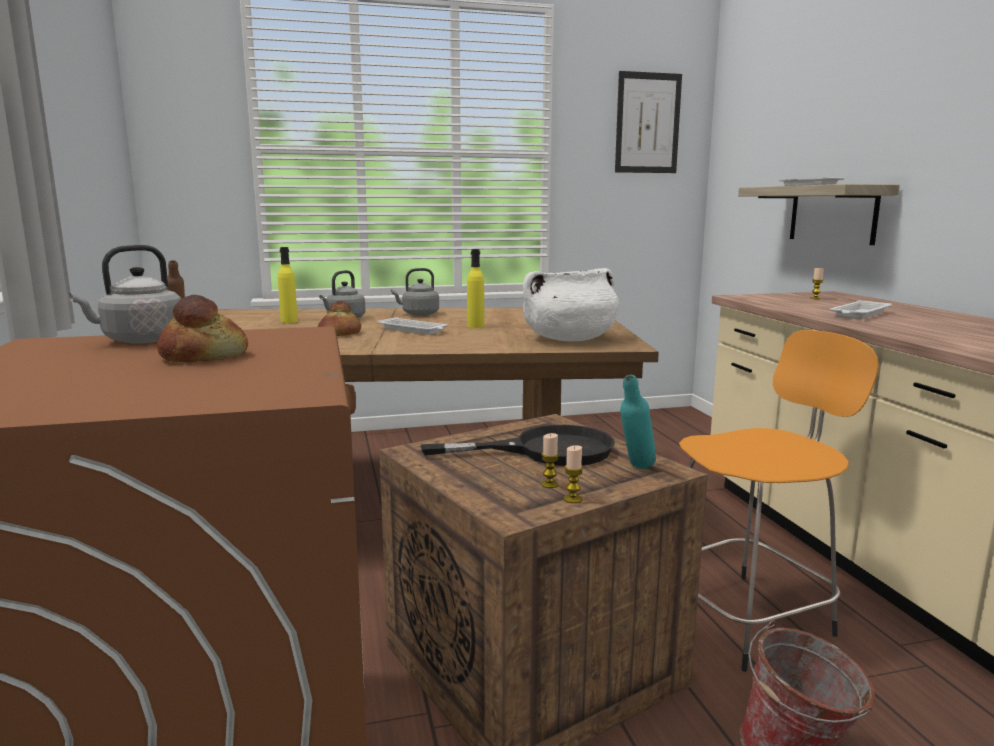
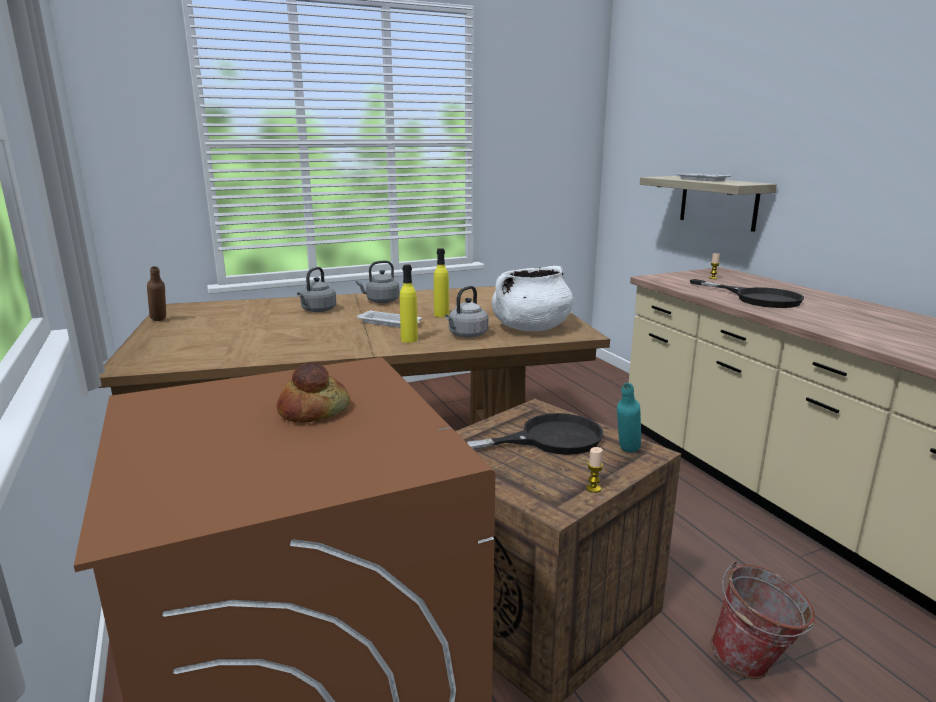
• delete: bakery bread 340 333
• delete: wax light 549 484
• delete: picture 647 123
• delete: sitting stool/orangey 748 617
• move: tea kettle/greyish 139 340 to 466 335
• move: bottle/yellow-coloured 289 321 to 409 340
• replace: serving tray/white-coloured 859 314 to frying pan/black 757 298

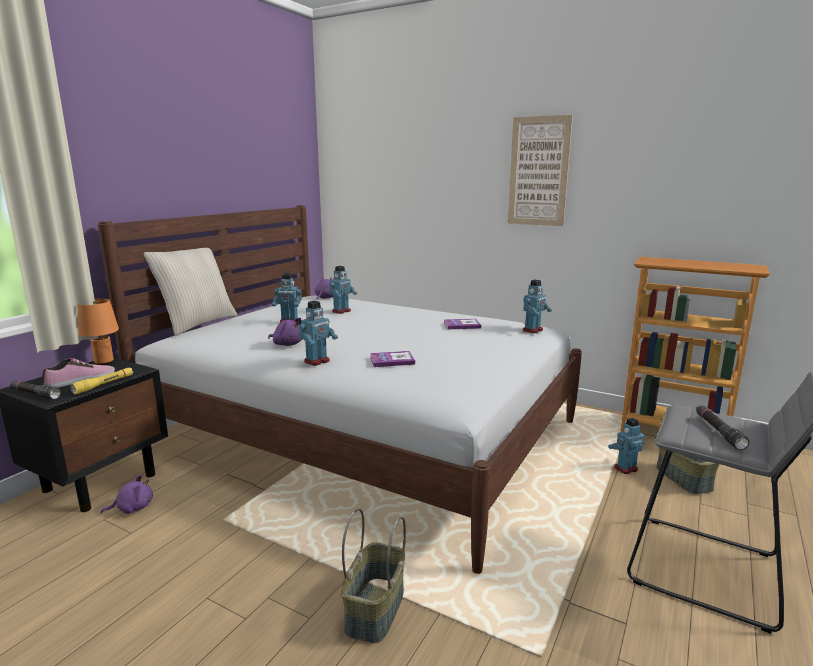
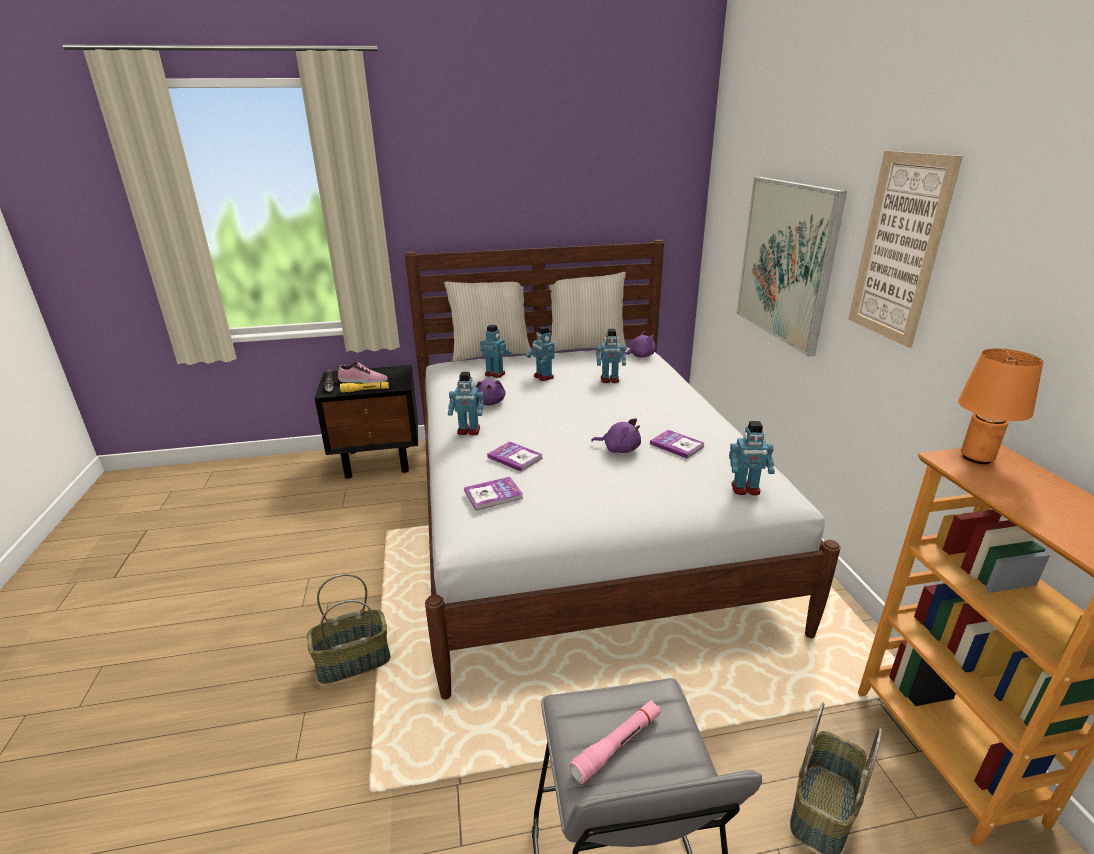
• insert: volume 493 495
• insert: pillow/sand-coloured 586 347
• insert: picture 786 261
• move: lamp for a table/orangey 104 362 to 977 458
• move: soft toy/purplish 132 508 to 619 449
• move: toy robot 625 468 to 495 374
• recolor: flashlight/black 718 432 to flashlight/pink-coloured 617 745

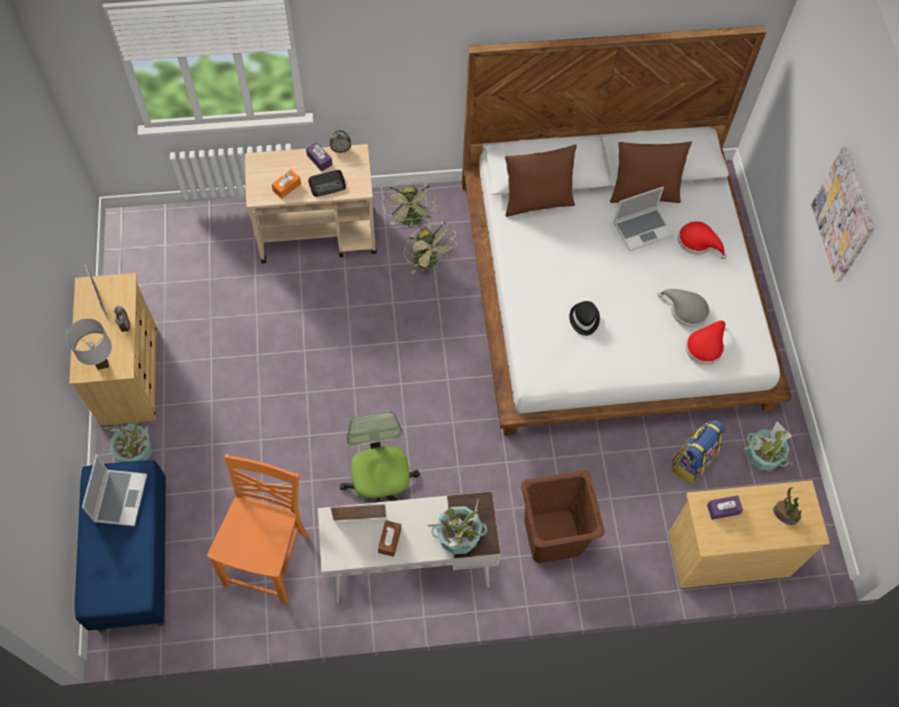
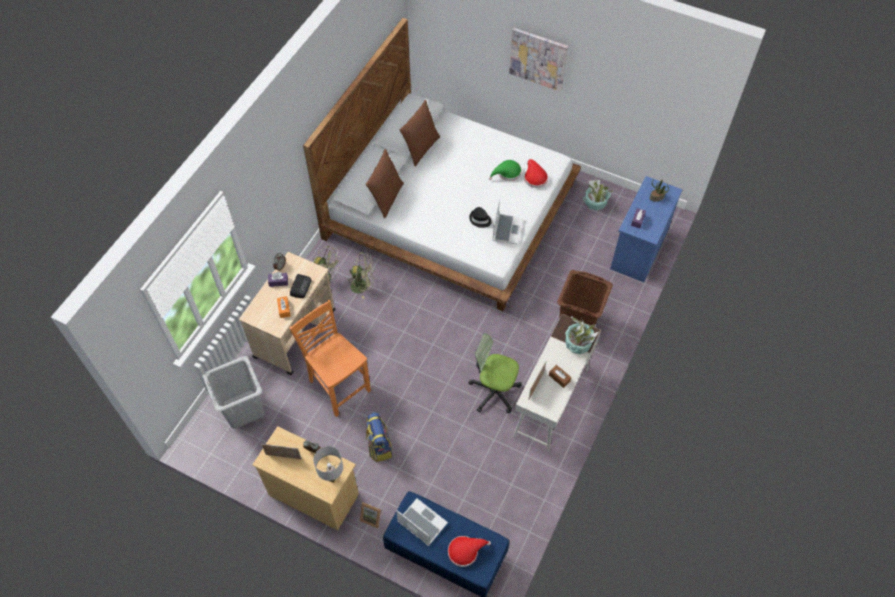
• insert: washing basket/greyish 243 409
• move: upright chair/orangey 270 559 to 338 386
• move: notebook computer 642 229 to 506 229
• move: rucksack 692 461 to 379 446
• move: clothing hat/red-coloured 698 242 to 465 551
• replace: plant in a pot 135 451 to standing frame 372 517
• recolor: clothing hat/greyish 685 310 to clothing hat/green 507 173
• recolor: dresser/sand-coloured 727 554 to dresser/blue 638 250

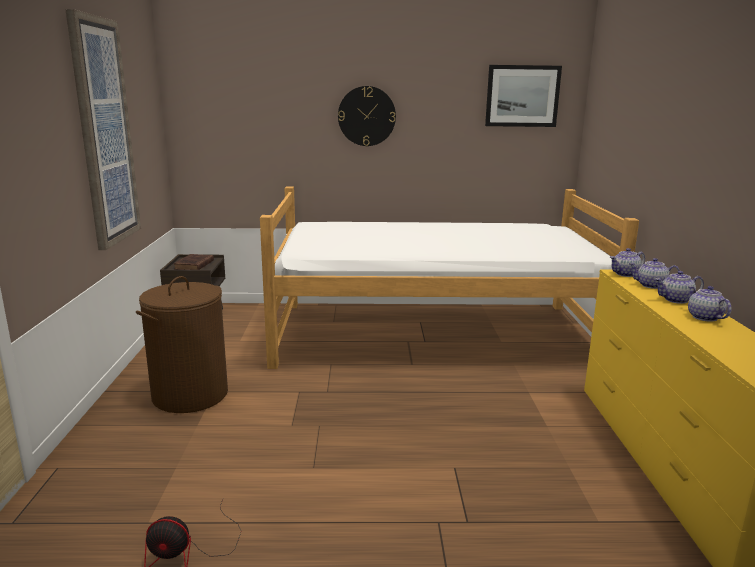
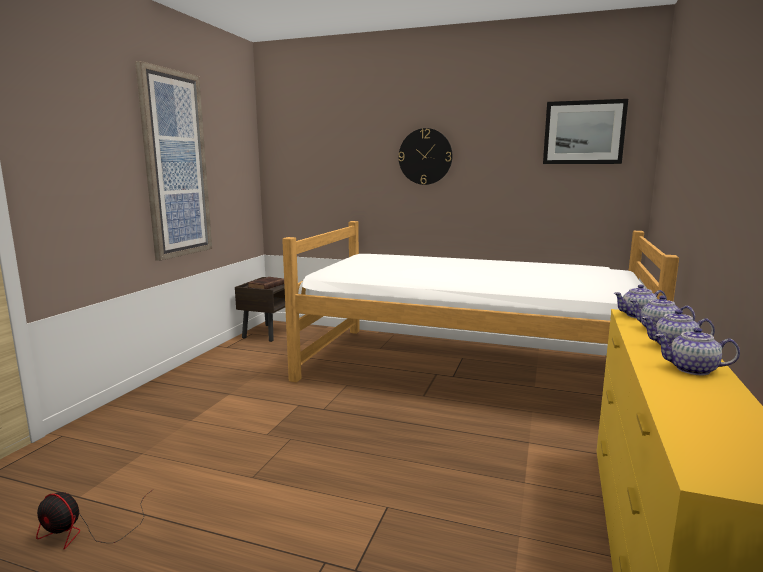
• delete: washing basket/brown 190 395
• rotate: pot for tea 704 317 = 692 369 75 degrees counterclockwise

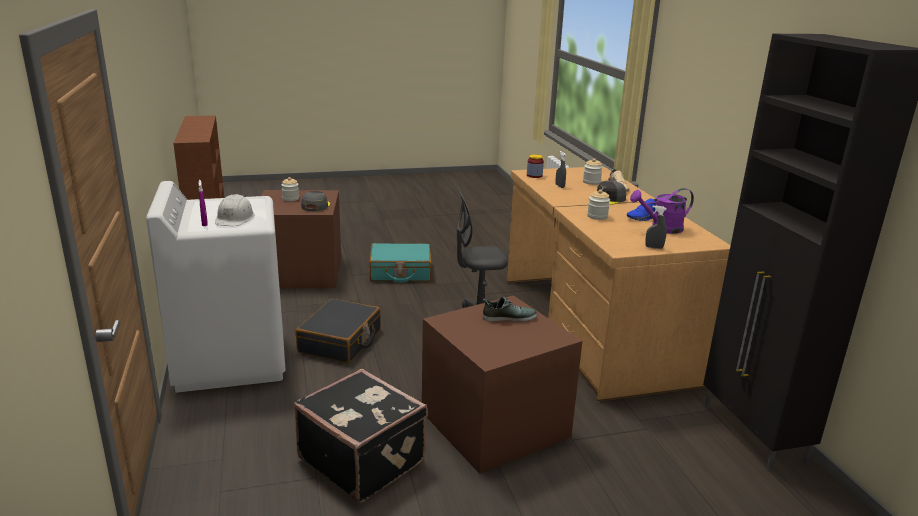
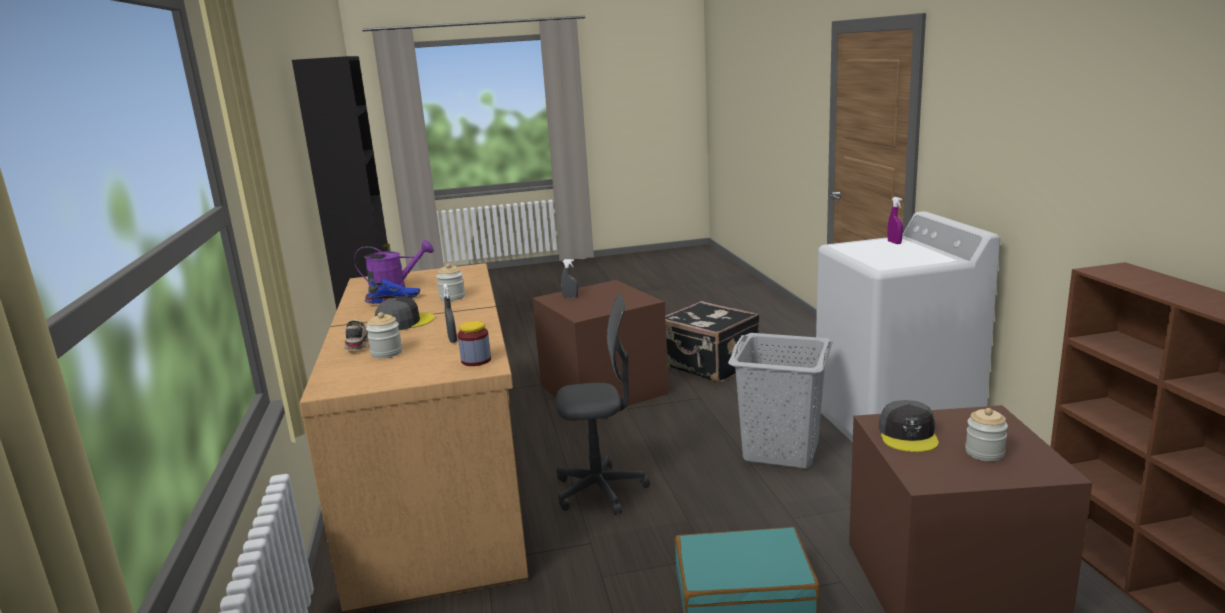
• delete: hard hat/white-coloured 235 218
• delete: item of footwear 509 317
• move: sprayer/greyish 654 247 to 570 297
• replace: piece of luggage/black 340 341 to washing basket/greyish 781 451

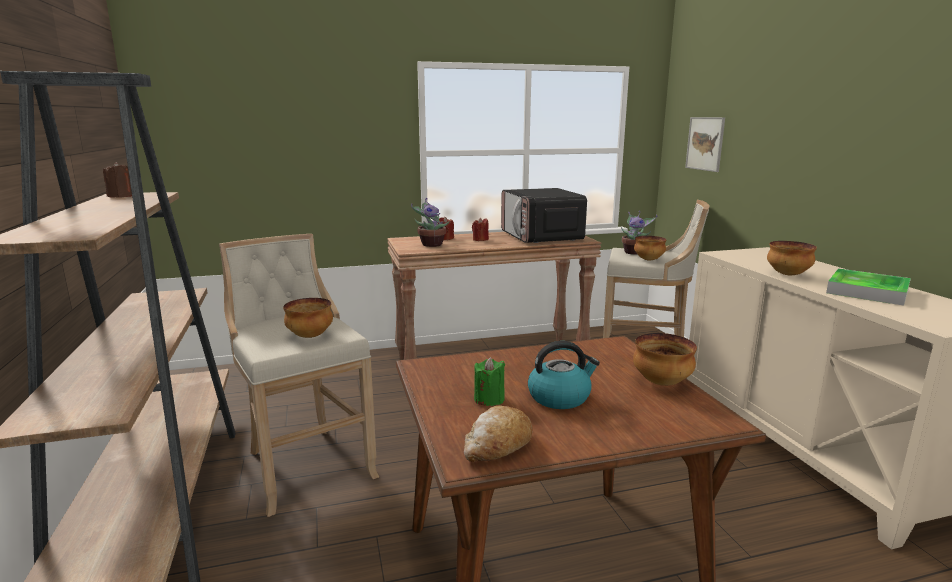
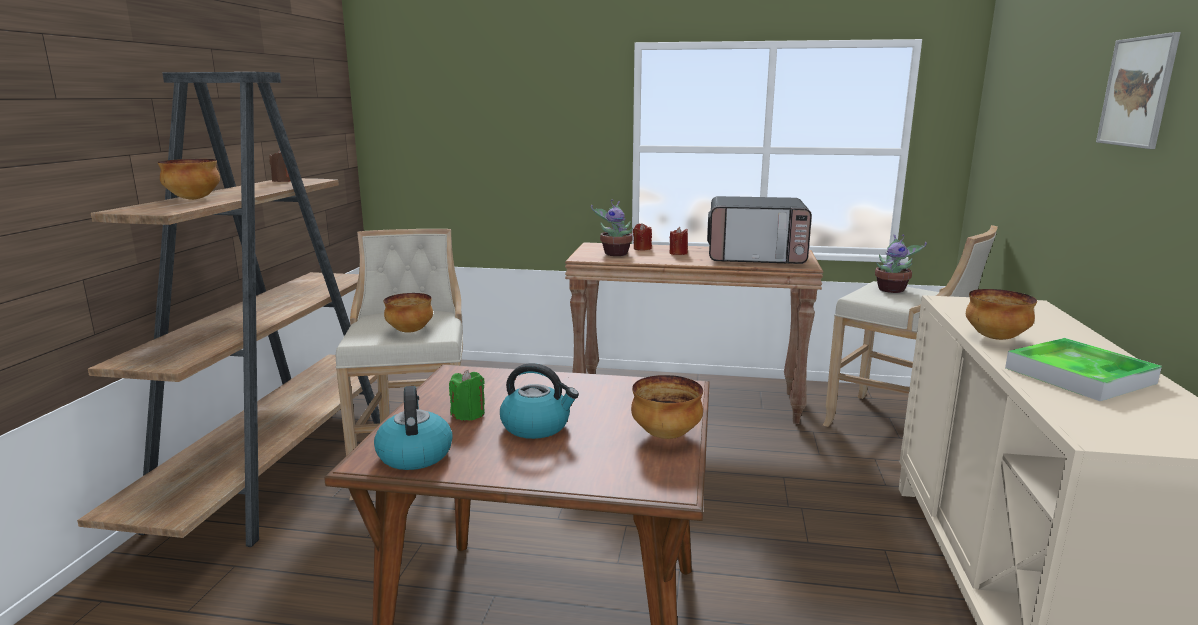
• move: deep dish 648 260 to 194 199
• move: picture 705 143 to 1137 92
• replace: bakery bread 497 446 to tea kettle 414 454
• rotate: microwave oven 541 237 = 756 257 90 degrees counterclockwise

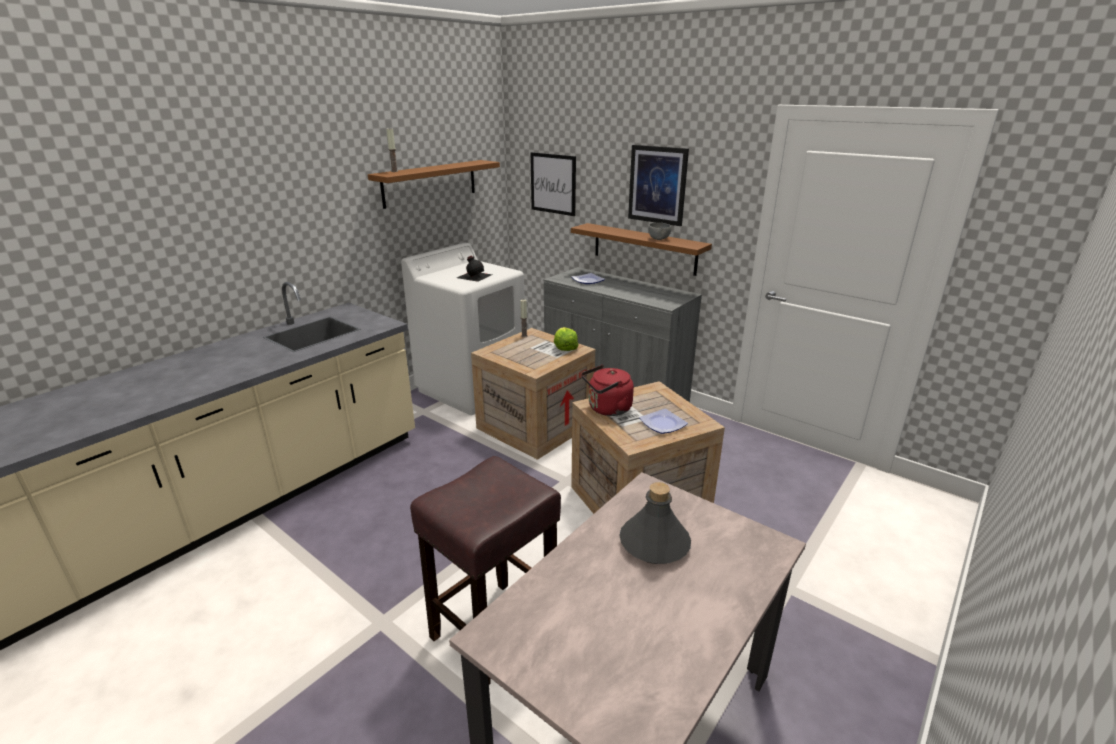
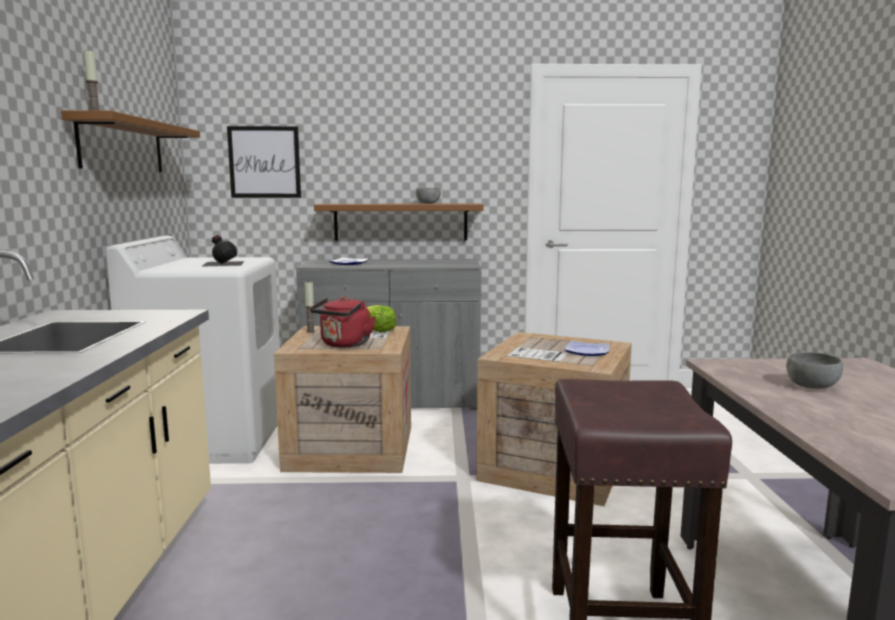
• delete: picture 657 185
• move: tea kettle/red-coloured 607 409 to 344 345
• replace: bottle/greyish 654 544 to deep dish/greyish 811 387

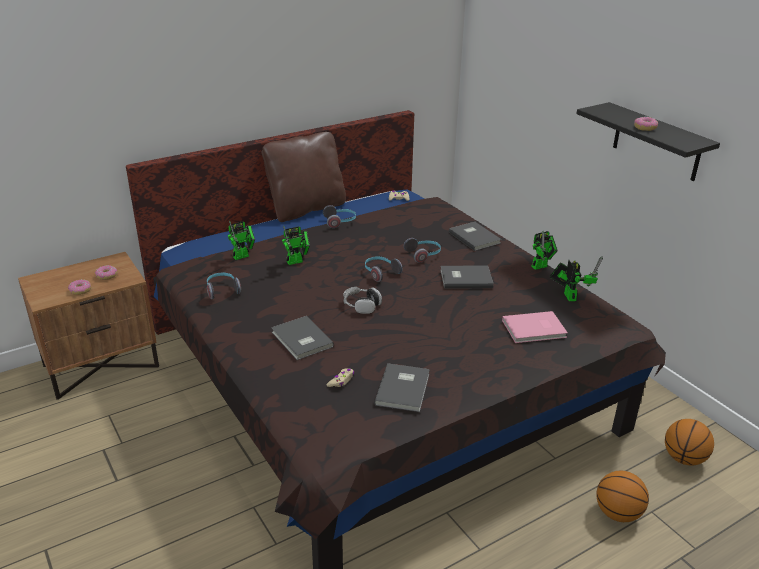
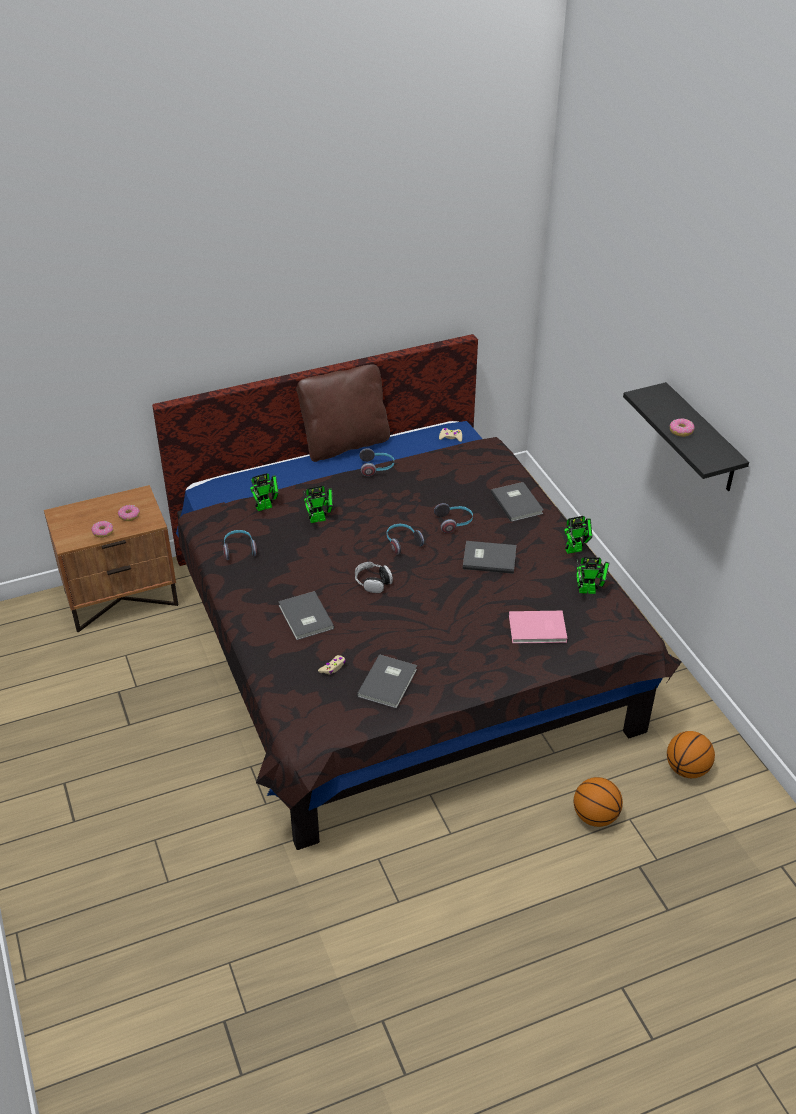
• rotate: toy robot 569 295 = 590 590 90 degrees clockwise

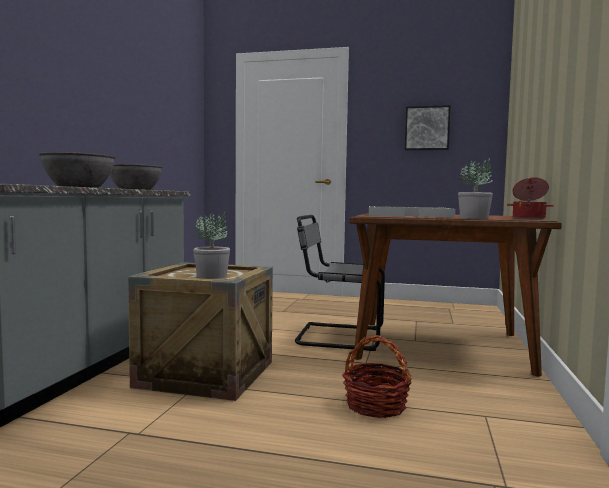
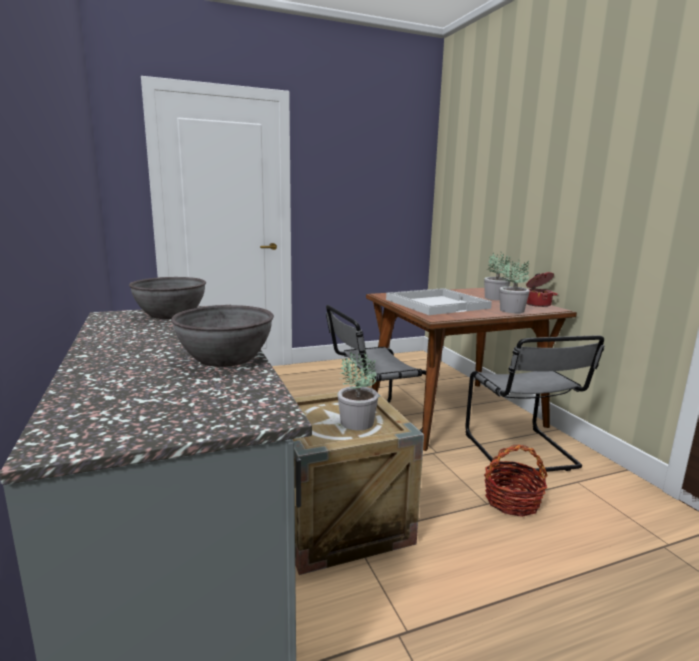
• delete: picture 427 128
• insert: upright chair/greyish 522 452
• insert: plant in a pot 495 298

